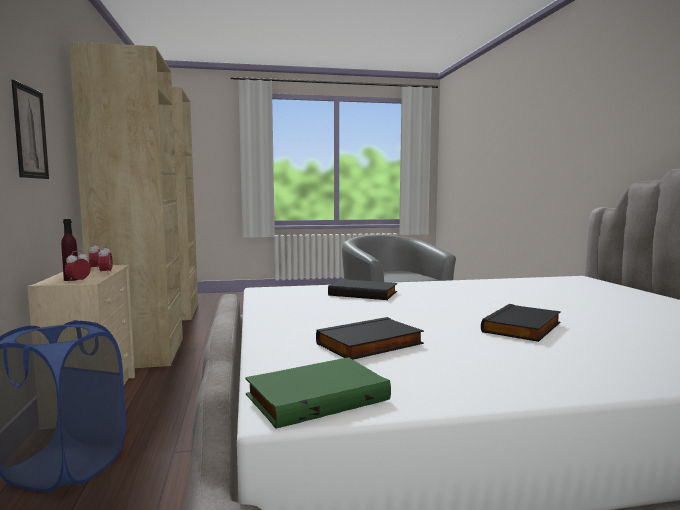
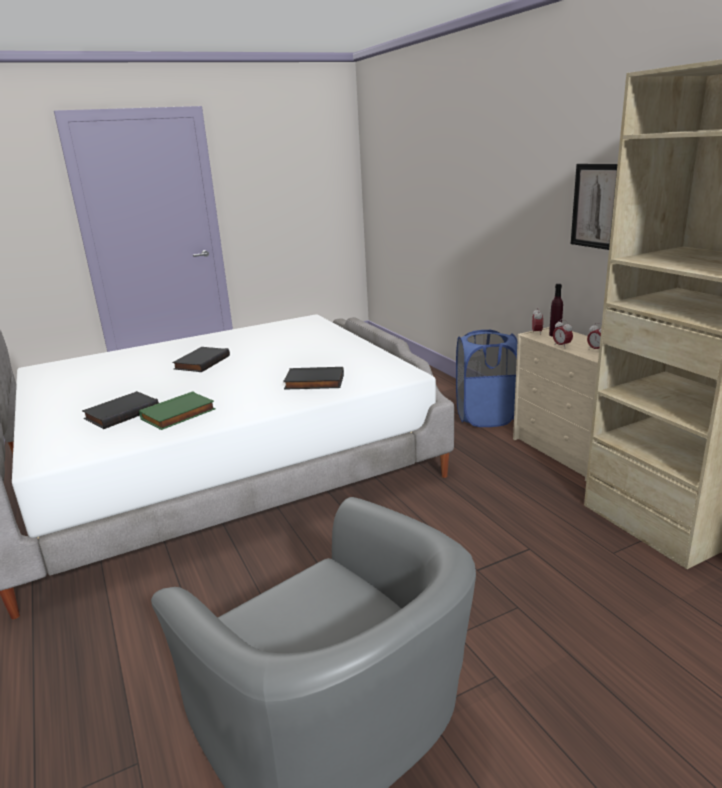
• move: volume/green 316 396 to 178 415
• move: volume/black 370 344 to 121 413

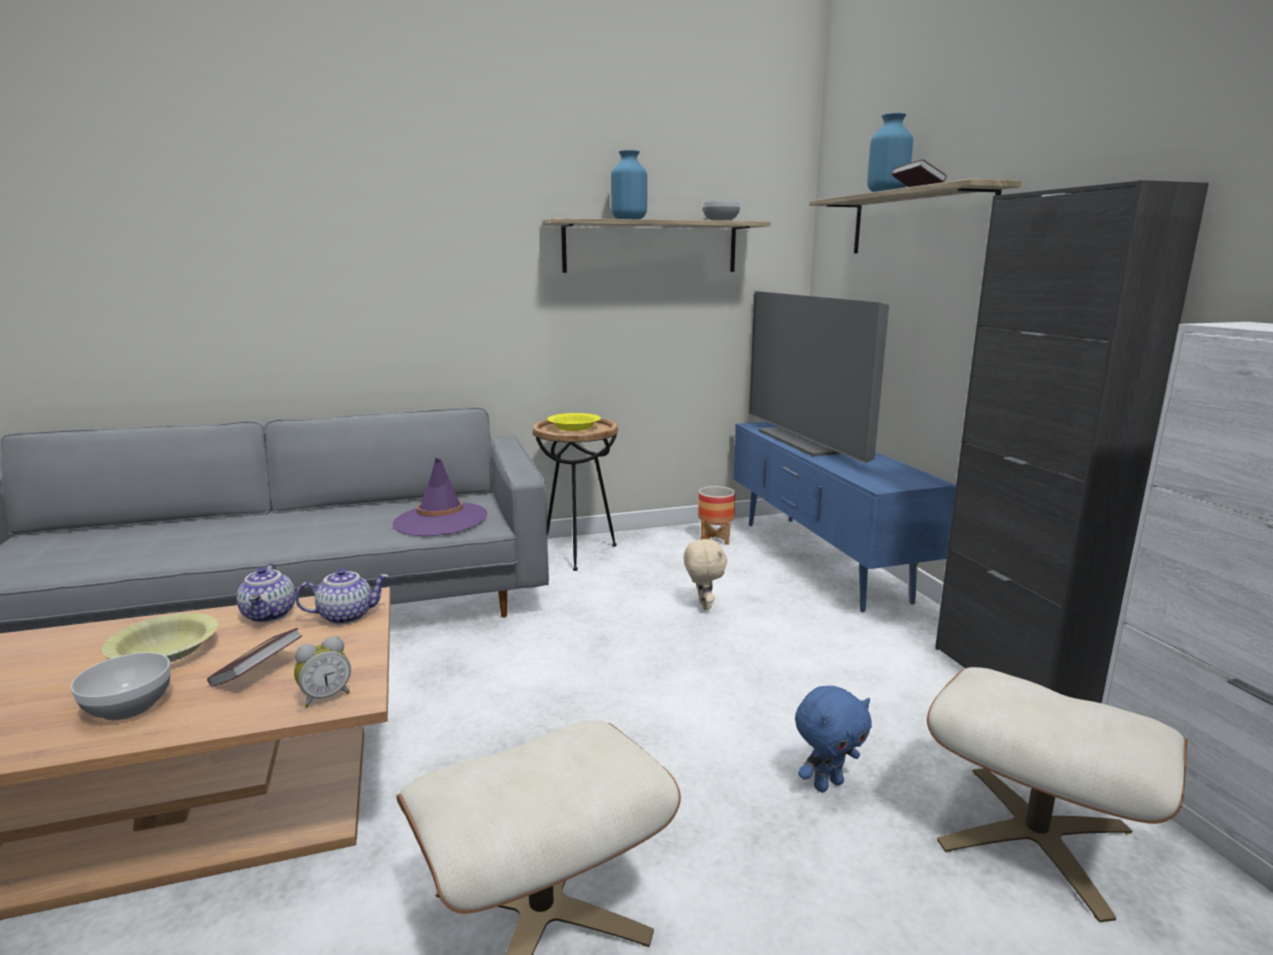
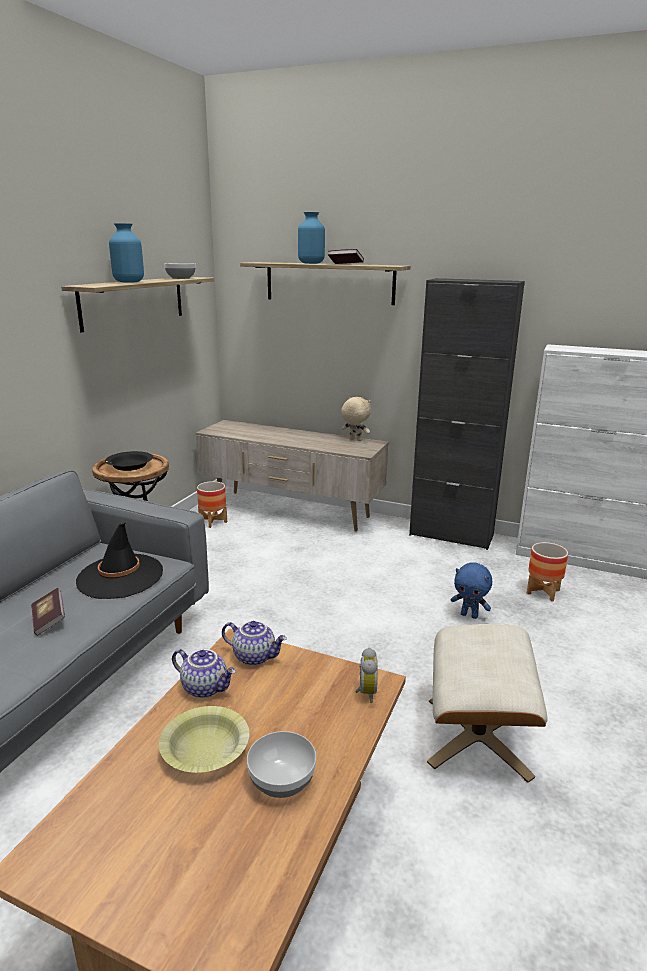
• delete: TV 808 441
• move: volume 258 672 to 49 620
• move: soft toy/sand-coloured 703 605 to 355 440
• replace: pouffe/sand-coloured 1034 837 to plant pot 543 592
• recolor: clothing hat/purplish 440 520 to clothing hat/black 120 576
• recolor: deep dish/yellow-coloured 574 428 to deep dish/black 130 466
• recolor: media console/blue 820 560 to media console/sand-coloured 291 511
• rotate: pot for tea 346 615 = 255 656 90 degrees clockwise
• rotate: soft toy/blue 827 784 = 469 615 105 degrees clockwise

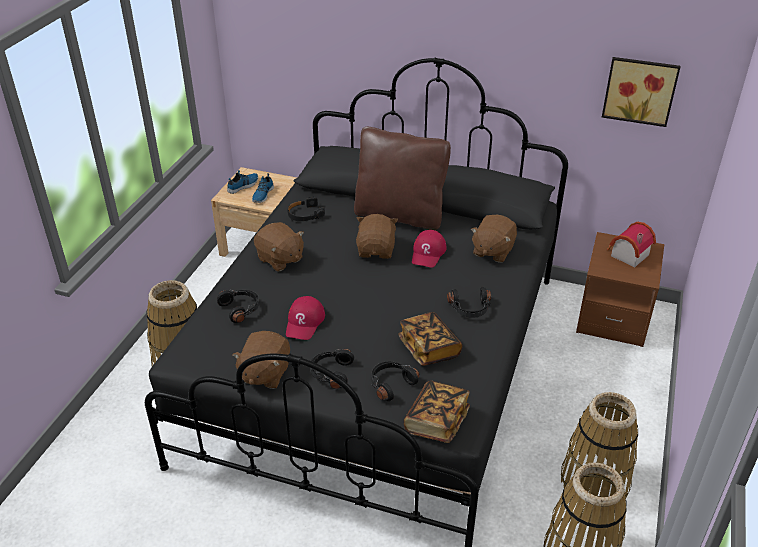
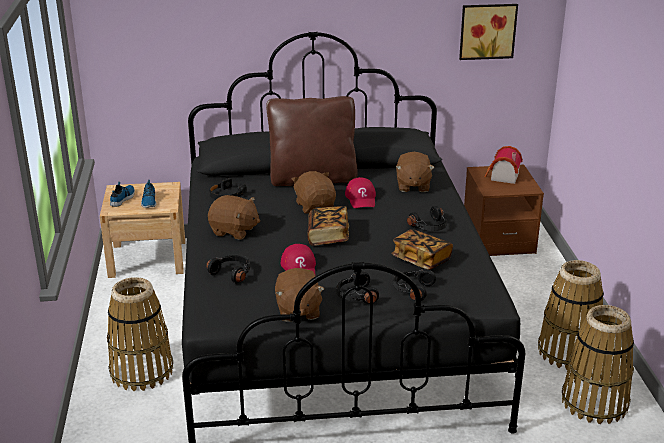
• move: volume 436 421 to 328 236

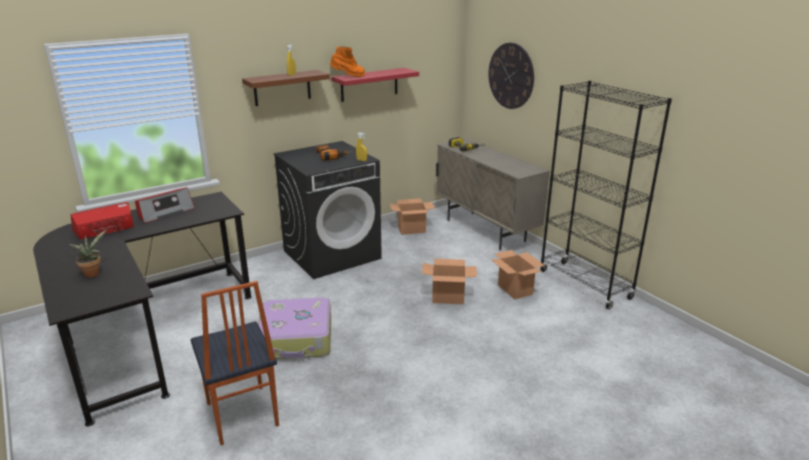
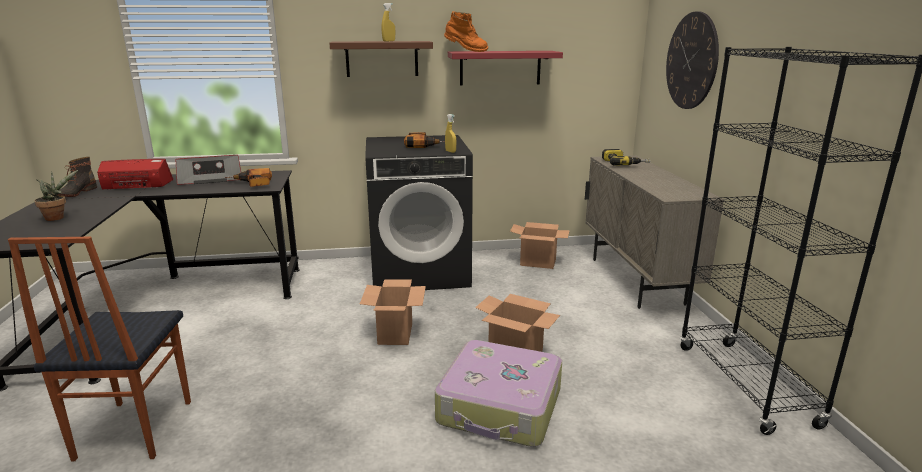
• insert: tall boot 75 193
• insert: power drill 252 184
• move: piece of luggage 296 339 to 500 407
• move: cardboard box 514 289 to 395 333

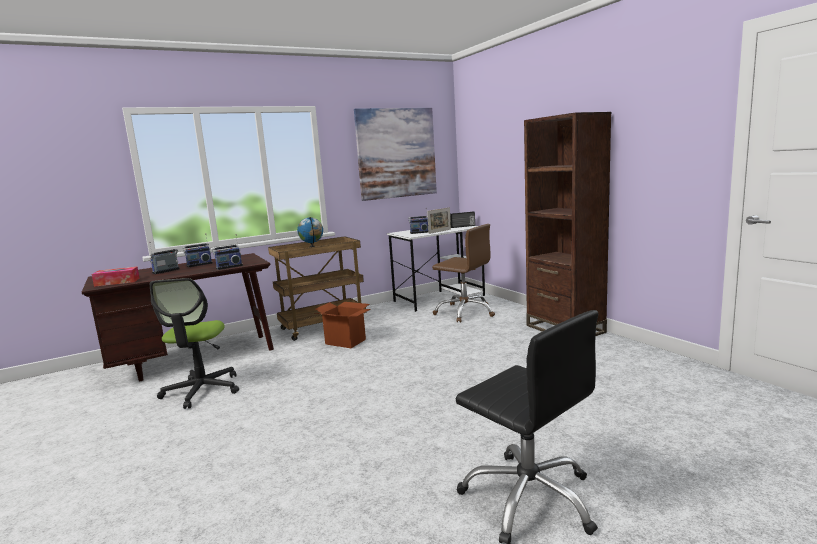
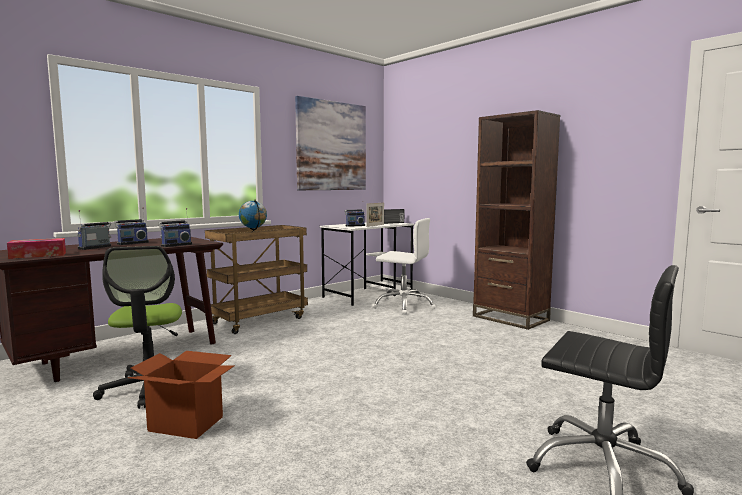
• move: cardboard box 346 342 to 186 424
• recolor: desk chair/brown 465 312 to desk chair/white-coloured 404 306

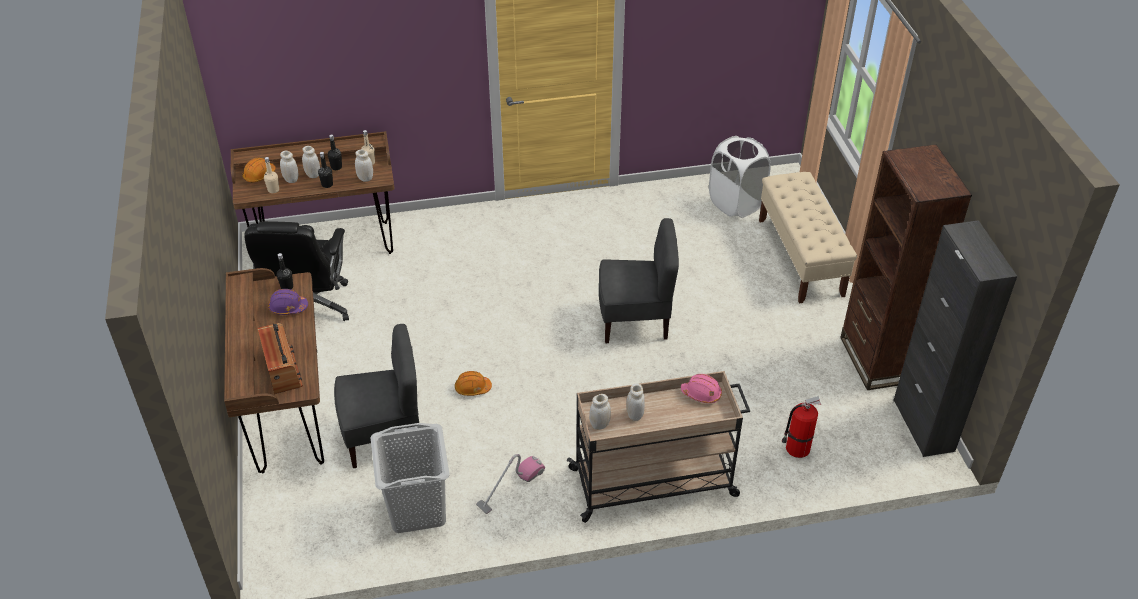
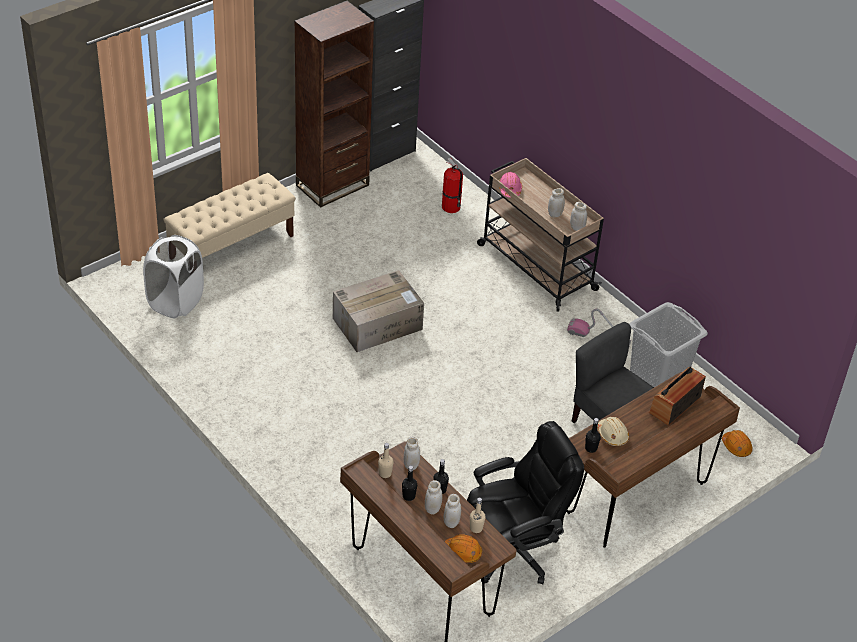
• move: hard hat/orangey 472 388 to 736 447
• replace: upright chair/greyish 634 321 to cardboard box 378 323
• recolor: hard hat/purplish 288 307 to hard hat/sand-coloured 612 435

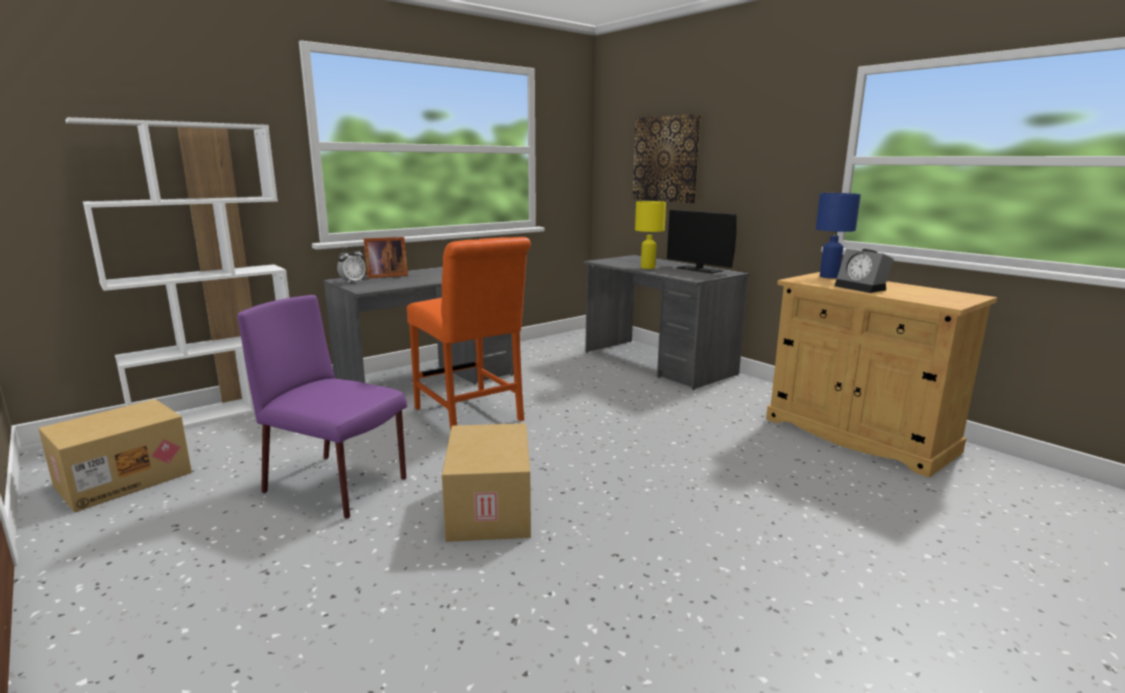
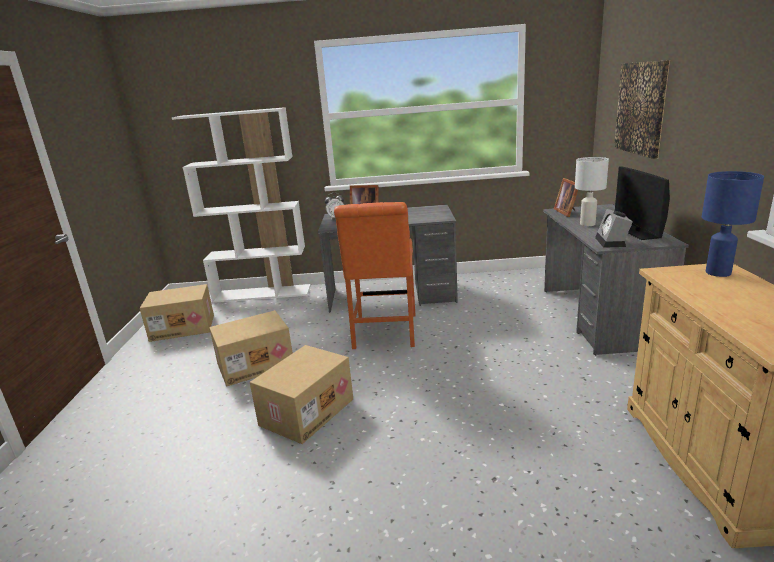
• insert: standing frame 567 212
• move: alarm clock 862 288 to 612 242
• replace: upright chair/purplish 338 486 to cardboard box 255 364
• recolor: lamp for a table/yellow-coloured 648 267 to lamp for a table/white-coloured 588 224

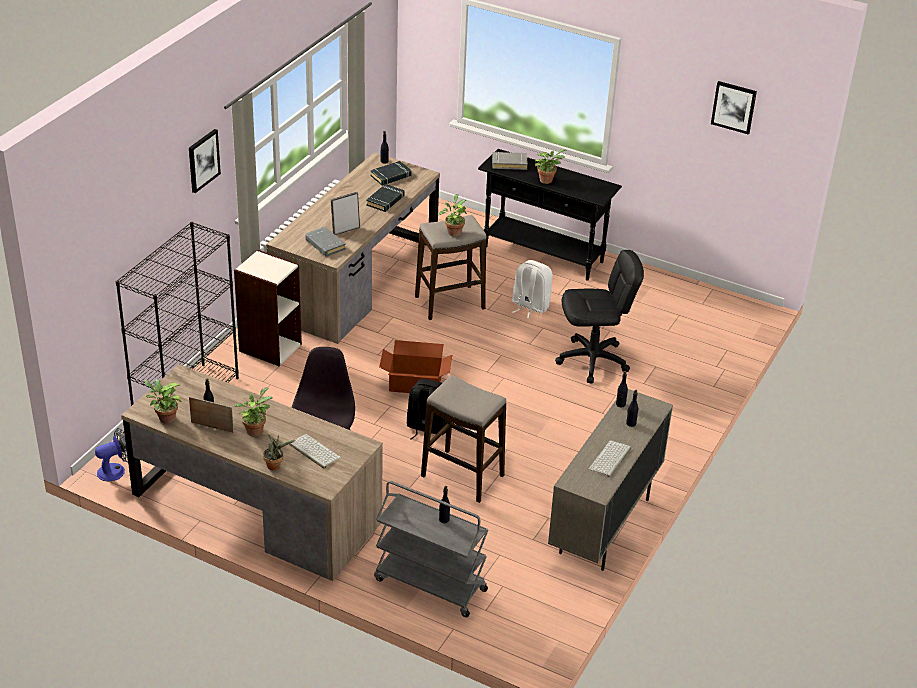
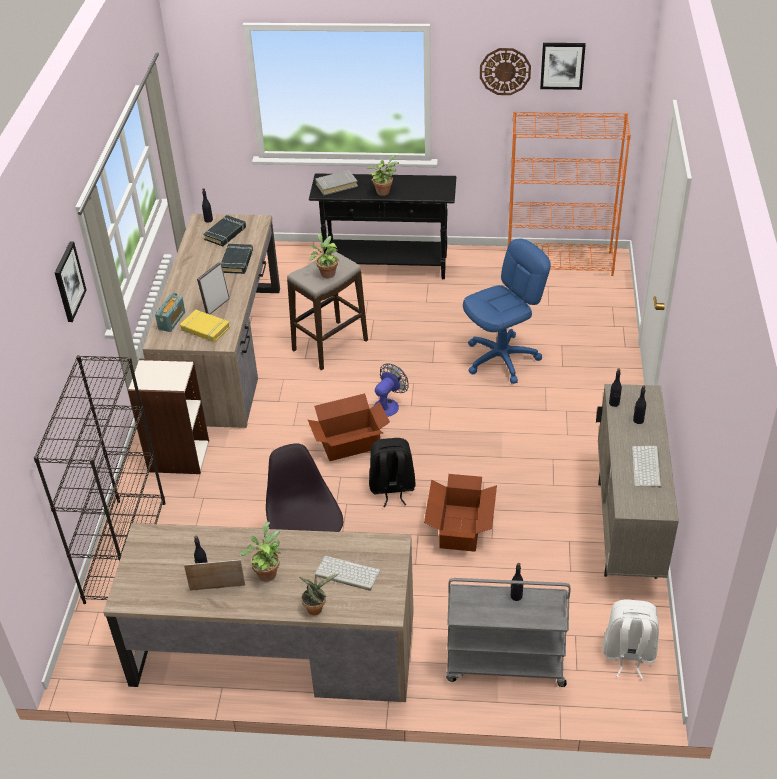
• delete: plant in a pot 164 418
• insert: radio set 172 321
• insert: wall clock 505 71
• insert: shelving unit/orangey 560 262
• move: cooling fan 116 470 to 388 405
• move: rucksack/white-coloured 529 306 to 628 654
• replace: sitting stool 462 476 to cardboard box 459 528
• recolor: volume/greyish 325 244 to volume/yellow-coloured 205 329
• recolor: desk chair/black 593 360 to desk chair/blue 502 359

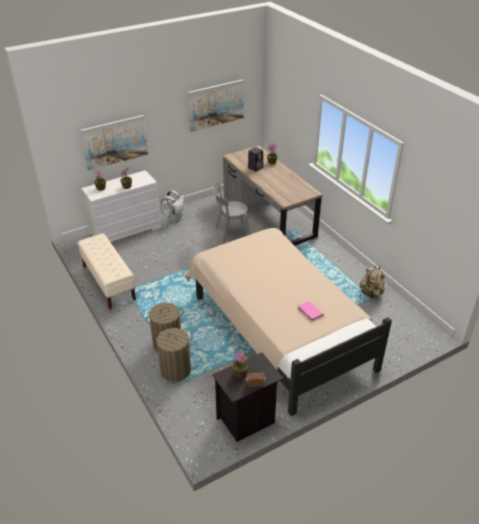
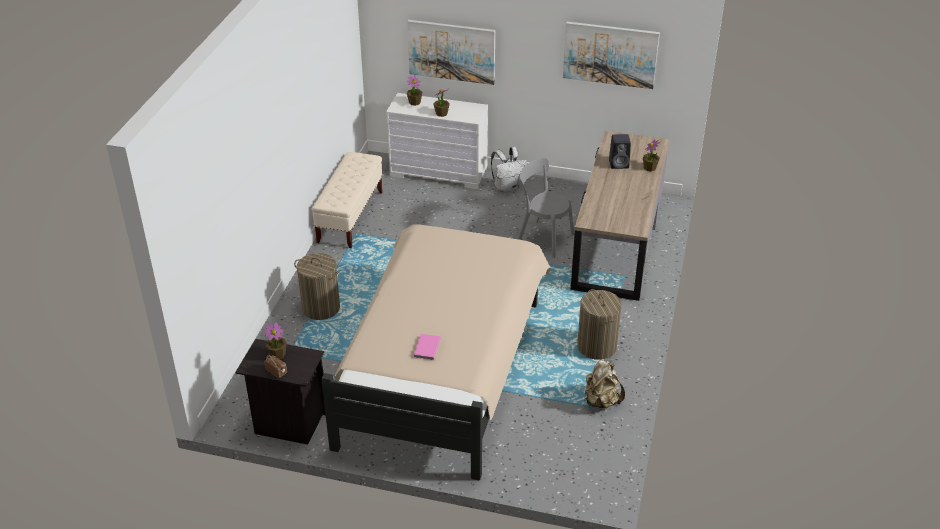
• move: washing basket 175 370 to 597 346

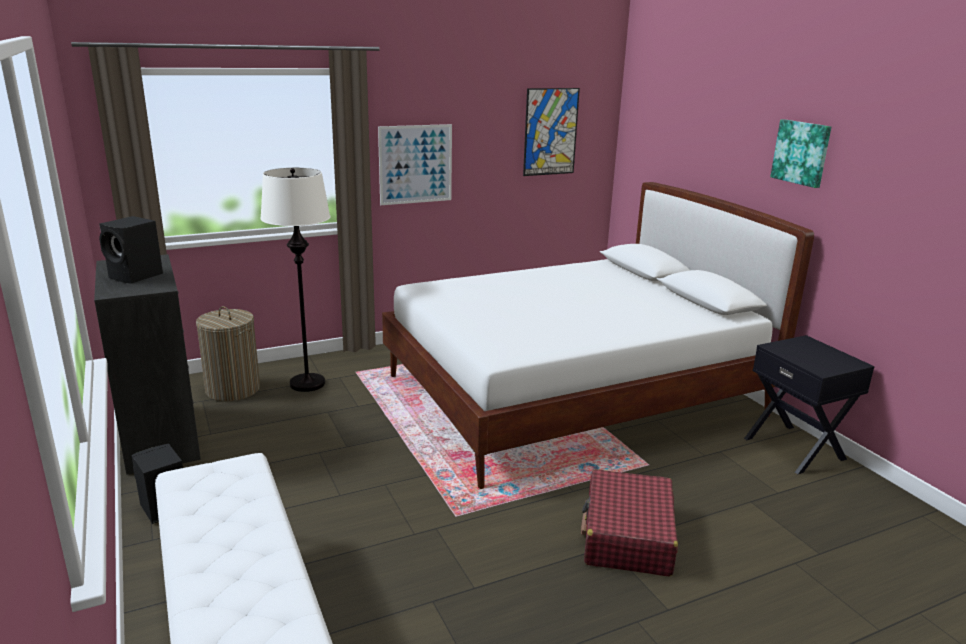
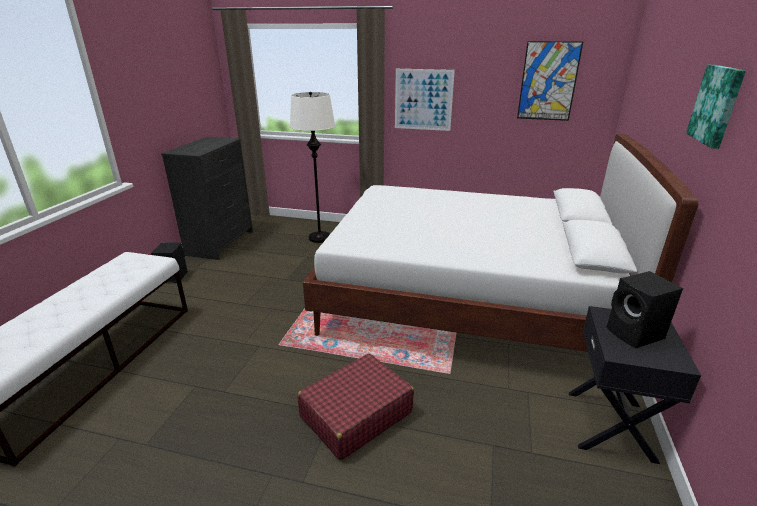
• delete: washing basket 232 389
• move: speaker/black 136 276 to 635 335

